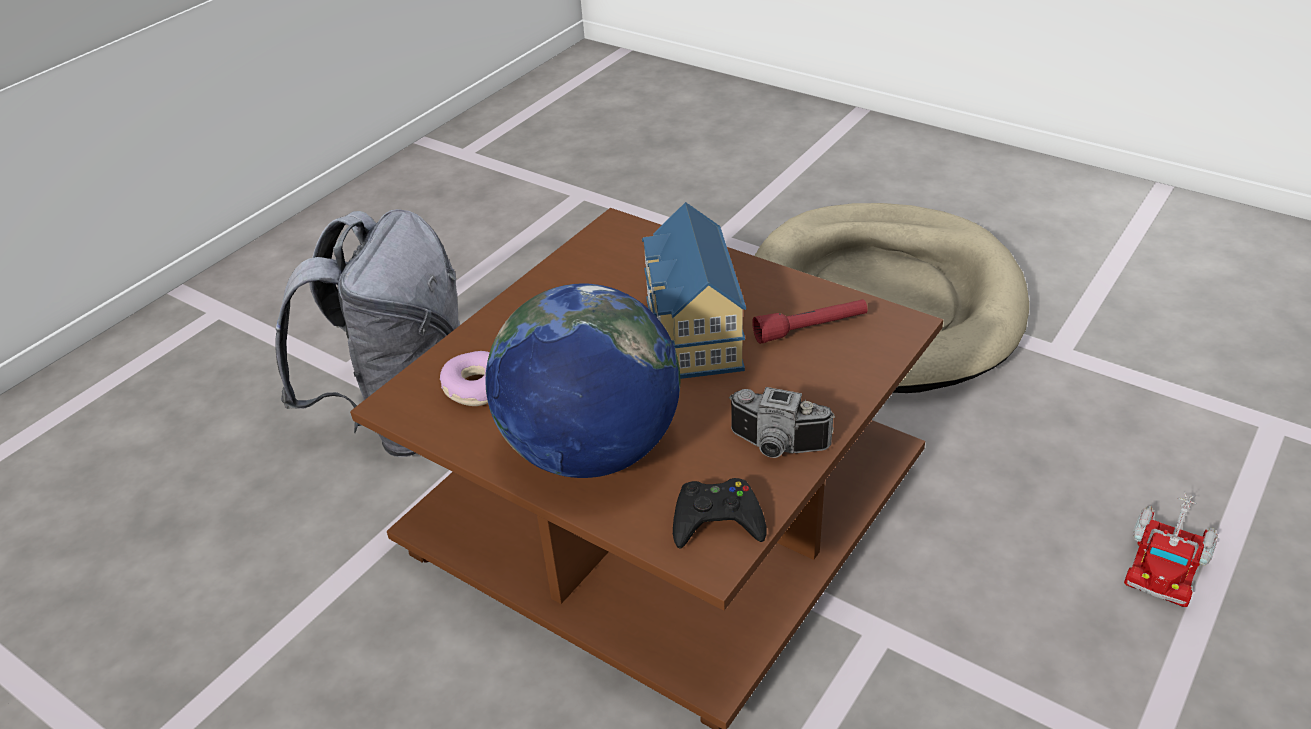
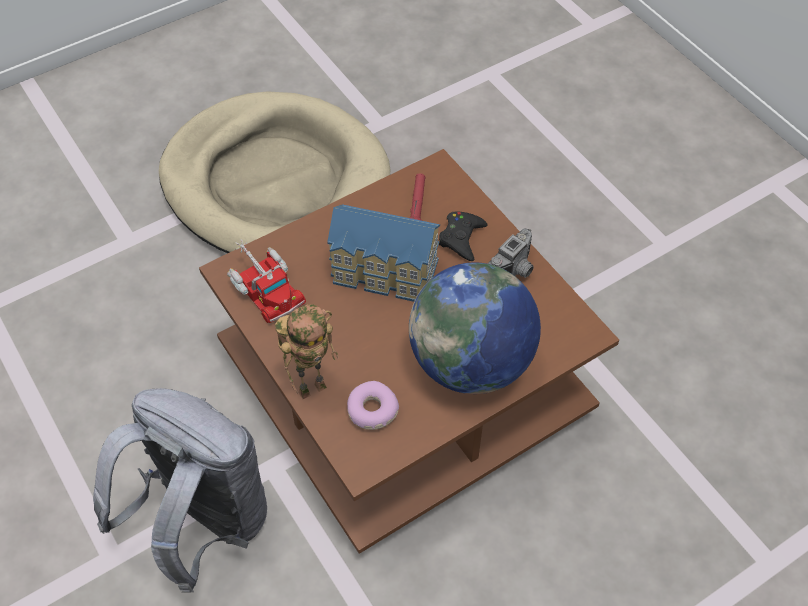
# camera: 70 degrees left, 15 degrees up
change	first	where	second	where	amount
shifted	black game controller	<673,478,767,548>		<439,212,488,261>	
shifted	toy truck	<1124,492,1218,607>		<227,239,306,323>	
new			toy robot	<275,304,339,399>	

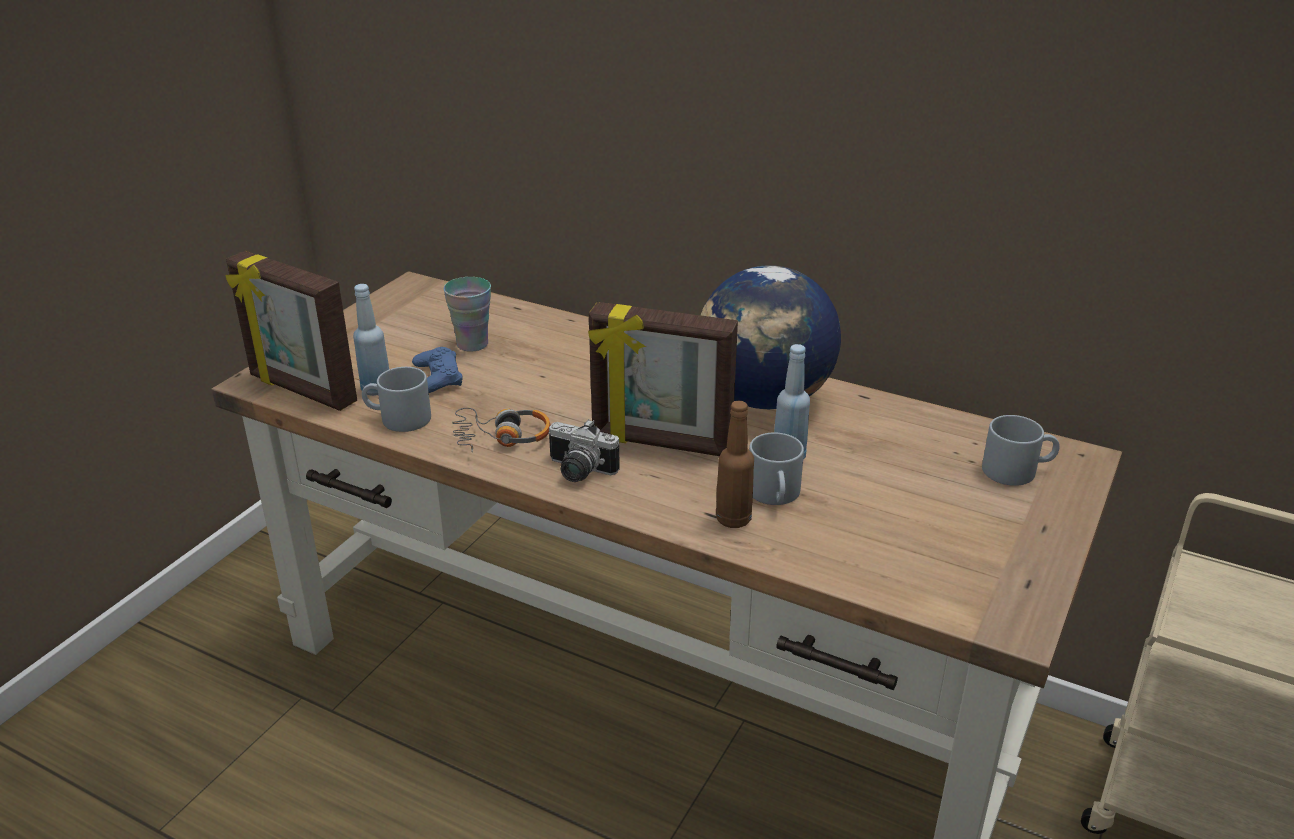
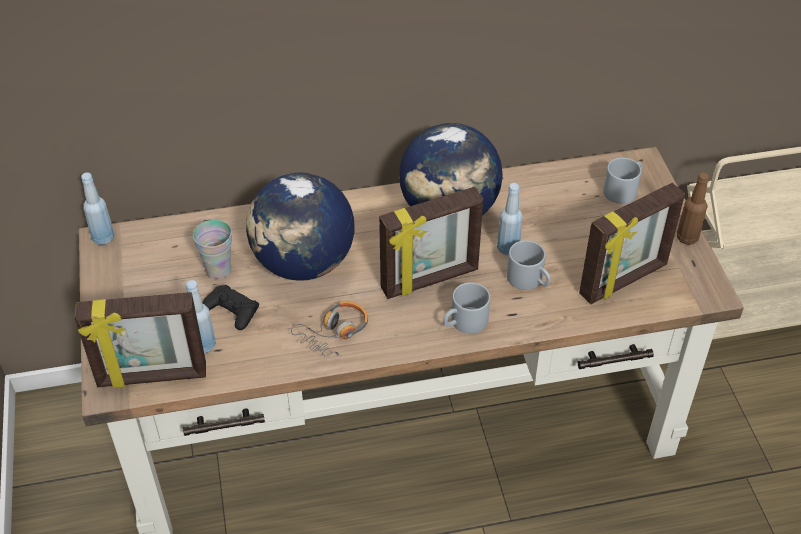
# camera: 40 degrees left, 15 degrees up
change	first	where	second	where	amount
shifted	grey mug	<362,367,431,432>		<443,282,490,334>	
repainted	blue game controller	<412,347,462,393>	black game controller	<202,285,259,330>	
gone	photo camera	<548,419,620,482>			
shifted	brown bottle	<716,401,754,528>		<677,172,709,245>	
new			blue bottle	<81,173,115,245>	
new			globe	<246,172,355,281>	
new			picture frame	<579,183,685,304>	

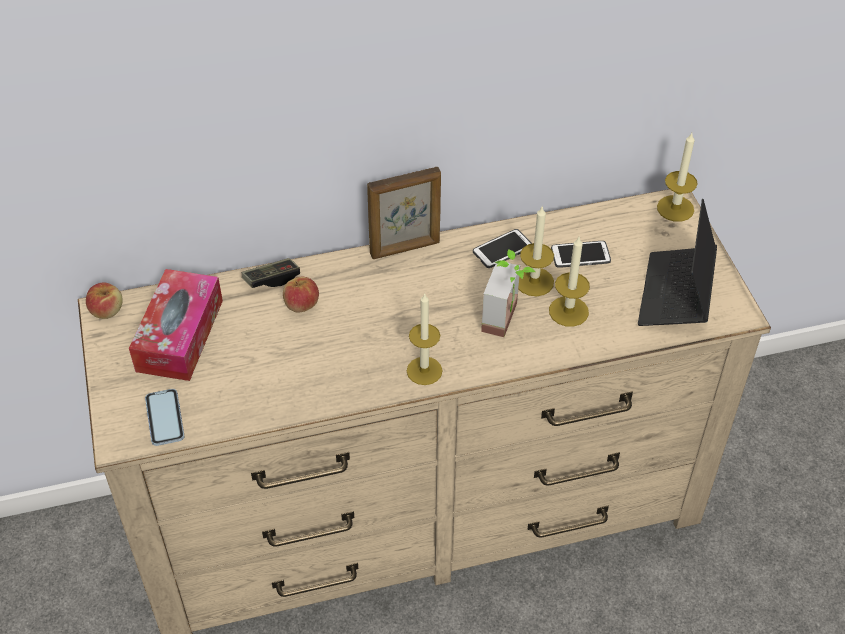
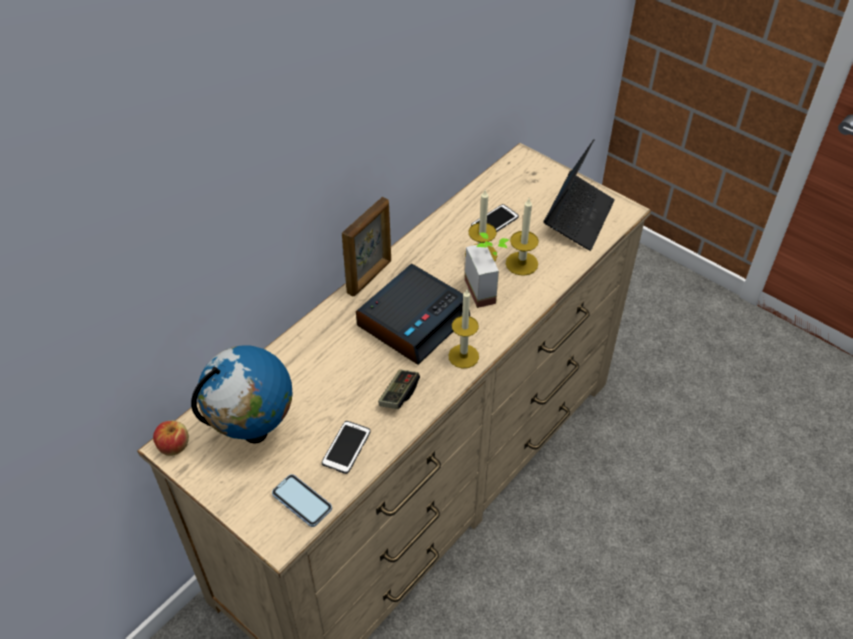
# camera: 35 degrees left, 0 degrees up
change	first	where	second	where	amount
swapped	tissue box	<129,269,223,381>	globe	<191,345,292,444>	
shifted	game controller	<242,258,300,288>		<378,370,420,409>	
gone	apple	<283,277,319,312>			
shifted	phone	<473,229,532,268>		<322,421,371,474>	
rotated	laptop	<638,199,717,326>		<543,139,615,251>	135 degrees counterclockwise
gone	candle	<657,133,698,222>			
new			alarm clock	<356,264,470,365>	

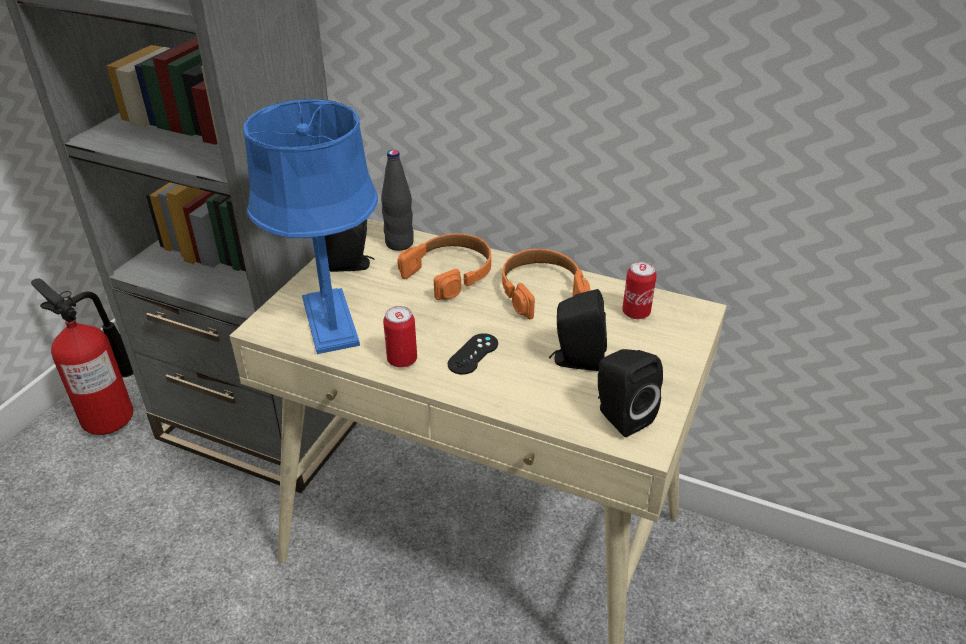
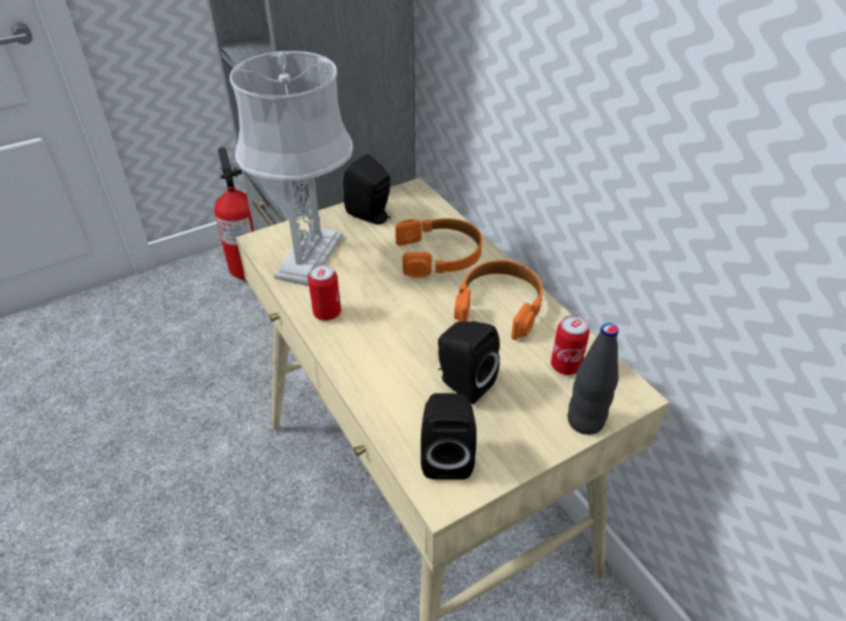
# camera: 35 degrees right, 5 degrees up
change	first	where	second	where	amount
repainted	blue table lamp	<243,99,378,354>	grey table lamp	<230,51,353,286>	
shifted	black bottle	<381,150,414,251>		<568,323,619,435>	
gone	black game controller	<447,333,498,375>			

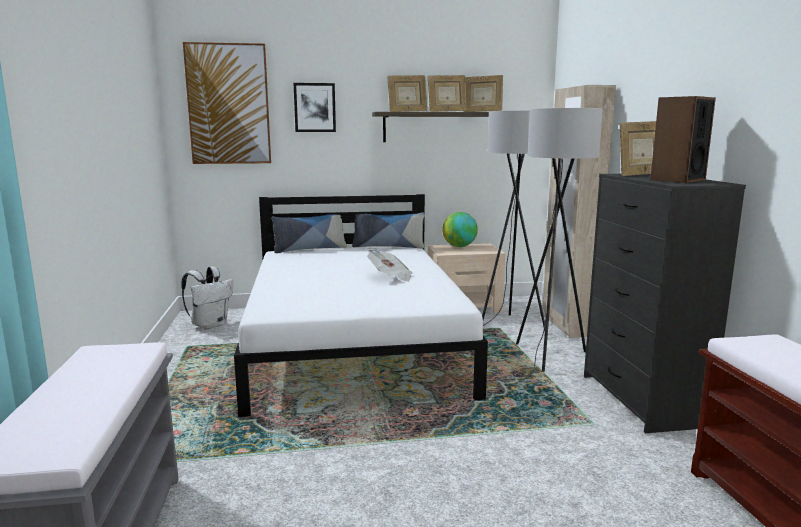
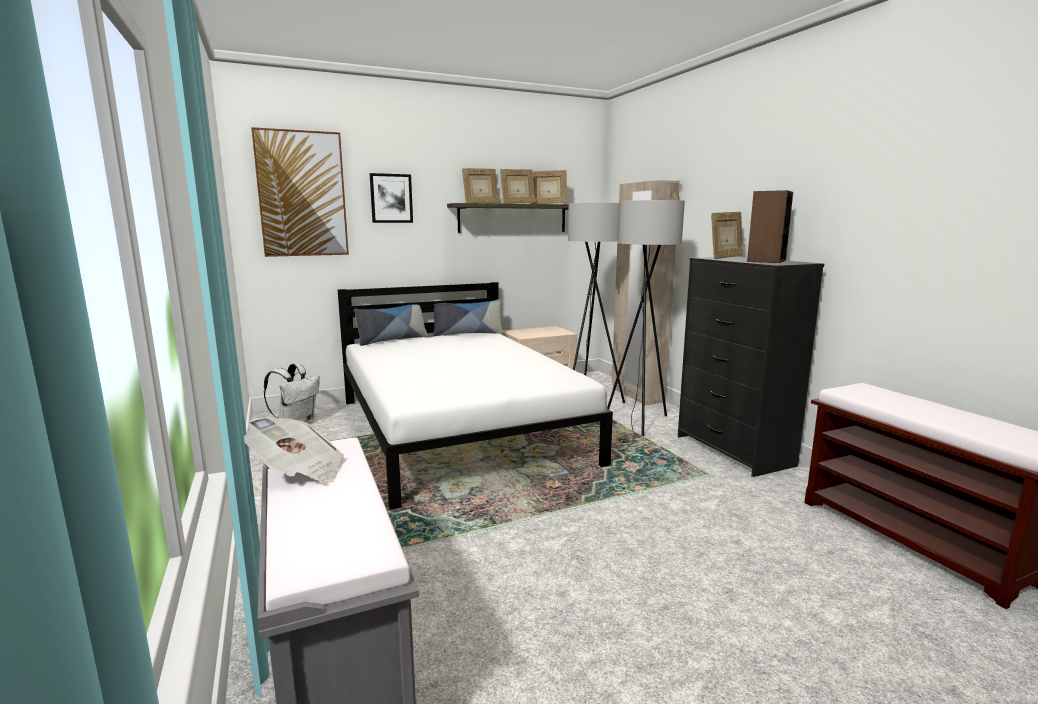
# camera: 15 degrees left, 0 degrees up
change	first	where	second	where	amount
shifted	newspaper	<367,249,413,282>		<244,417,344,483>	
gone	globe	<442,212,478,247>			

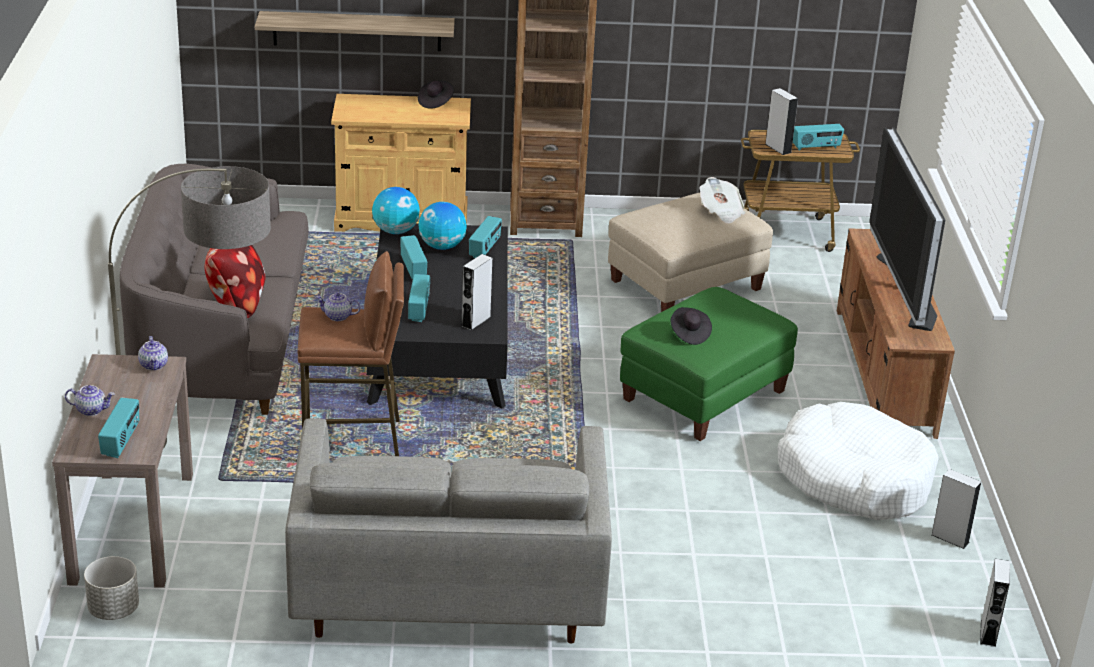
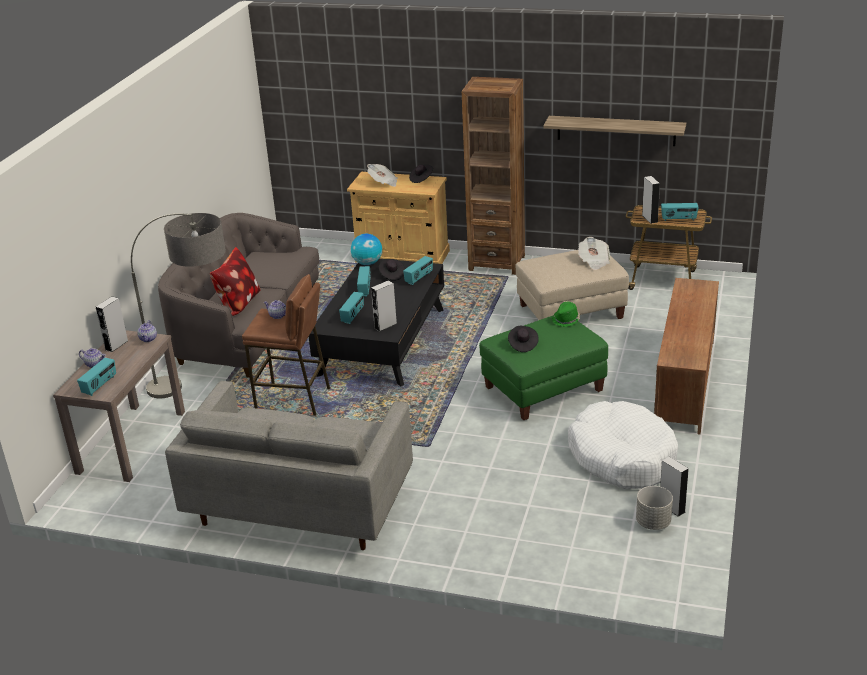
# camera: 20 degrees right, 0 degrees up
change	first	where	second	where	amount
shifted	grey planter	<84,556,139,620>		<636,486,673,530>	
shifted	shelf	<255,11,455,51>		<543,116,686,146>	
swapped	globe	<419,202,467,250>	black hat	<379,259,405,281>	
gone	television	<869,128,945,331>			
shifted	grey speaker	<980,559,1010,647>		<96,297,128,352>	
new			newspaper	<367,164,398,187>	
new			green hat	<552,302,580,327>	

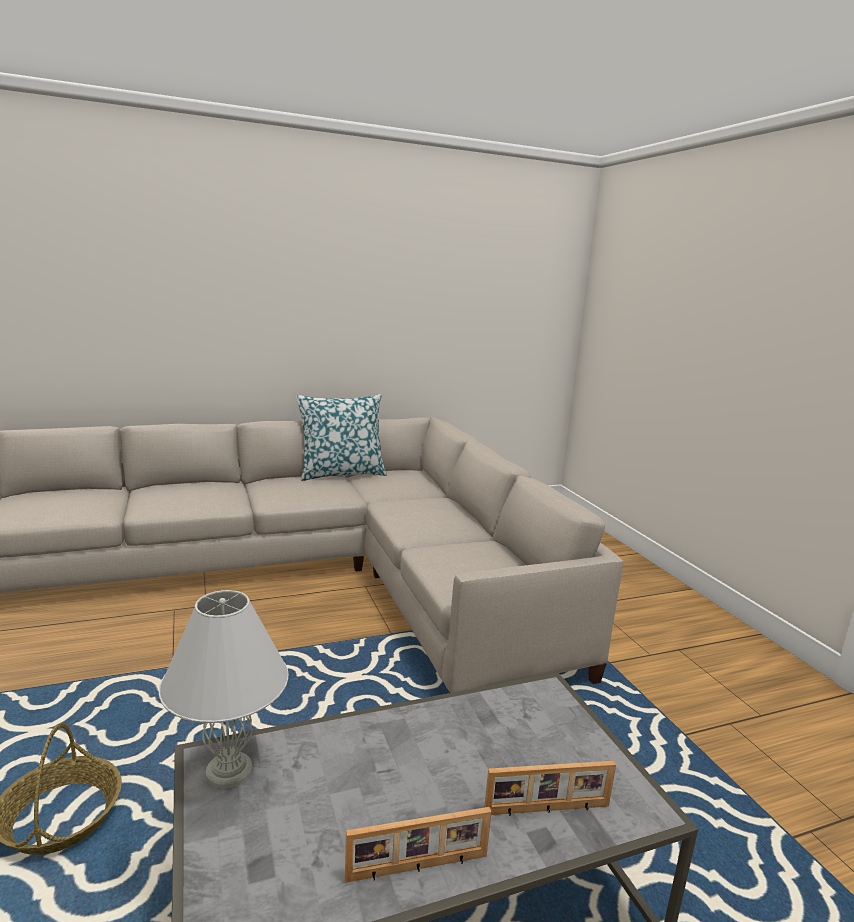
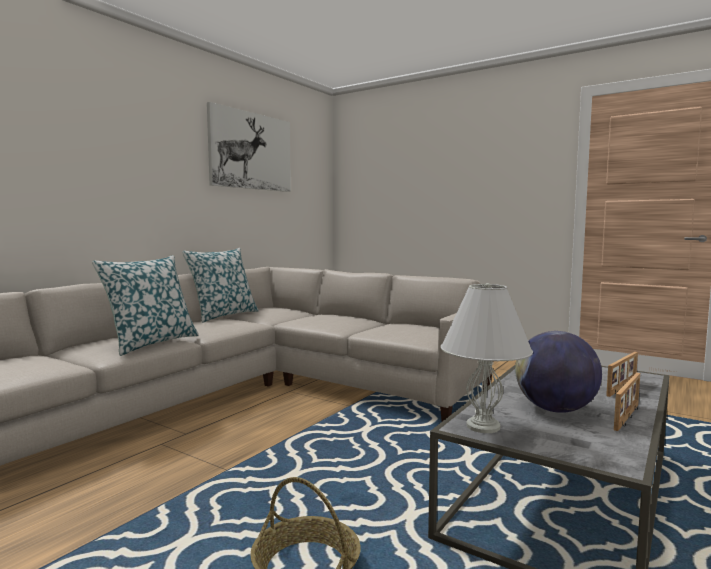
# camera: 35 degrees left, 10 degrees down
change	first	where	second	where	amount
new			pillow	<92,255,199,356>	
new			picture	<207,102,291,192>	
new			globe	<515,331,602,413>	

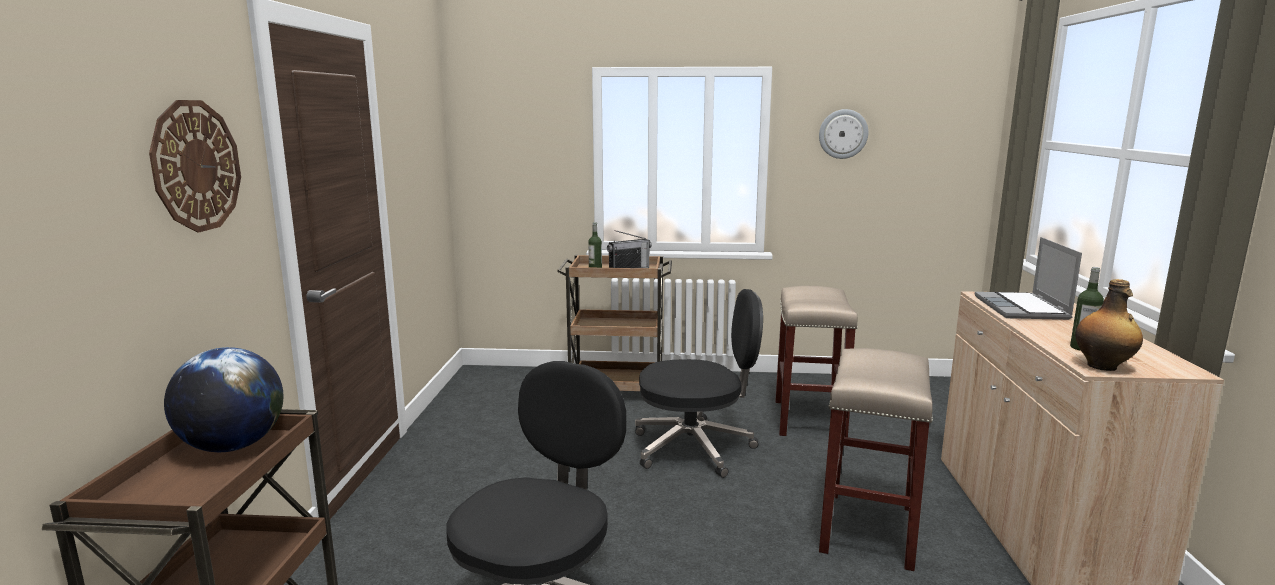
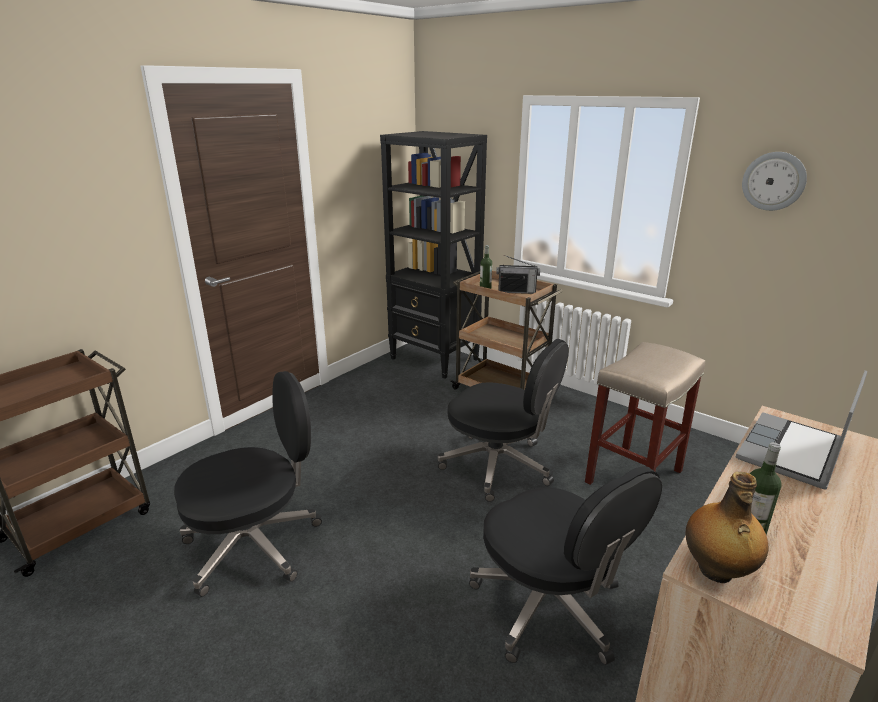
# camera: 35 degrees right, 10 degrees up
change	first	where	second	where	amount
gone	wall clock	<149,100,241,233>			
gone	globe	<164,347,283,452>			
swapped	beige stool	<819,348,933,571>	black office chair	<469,466,662,665>	
new			black bookcase	<380,131,487,379>	

